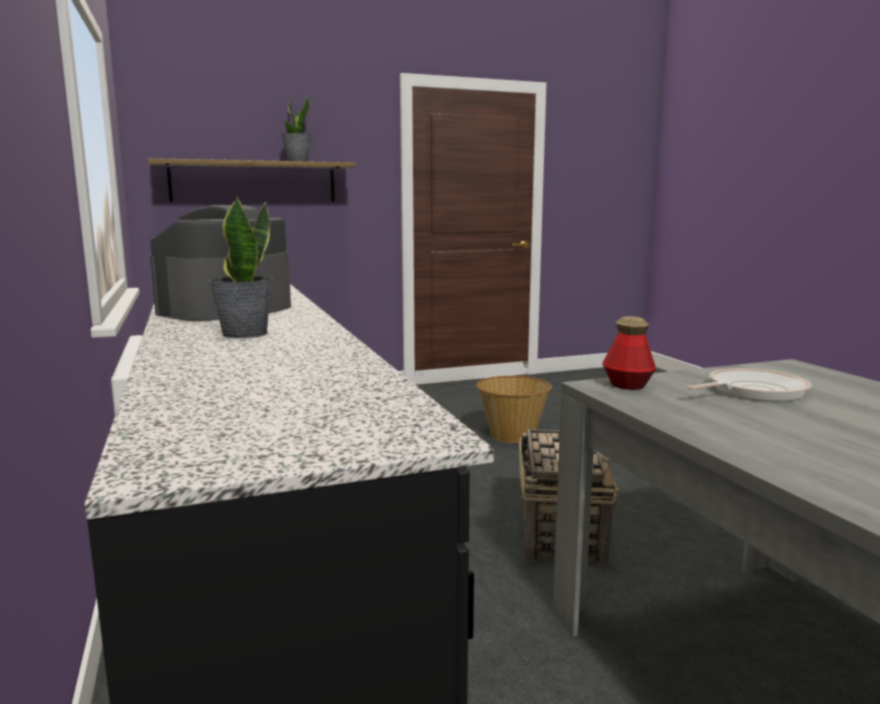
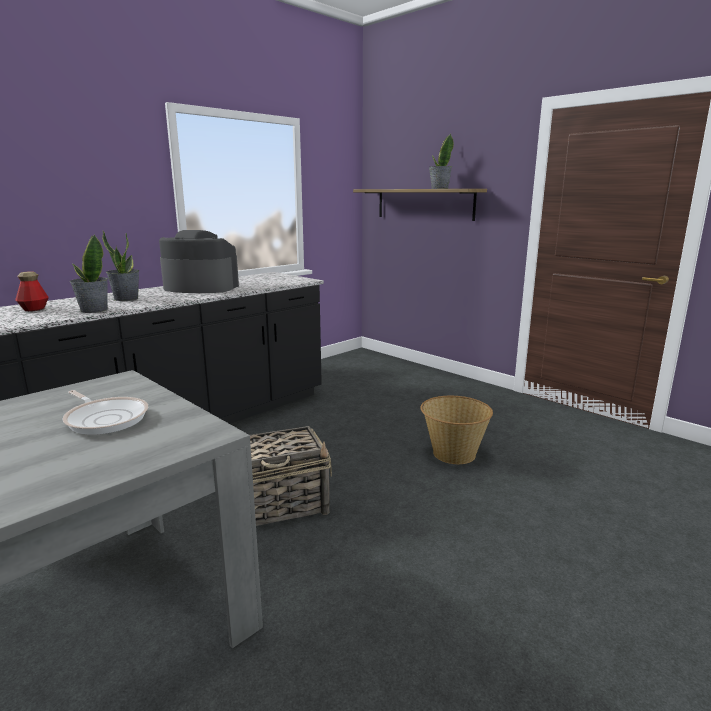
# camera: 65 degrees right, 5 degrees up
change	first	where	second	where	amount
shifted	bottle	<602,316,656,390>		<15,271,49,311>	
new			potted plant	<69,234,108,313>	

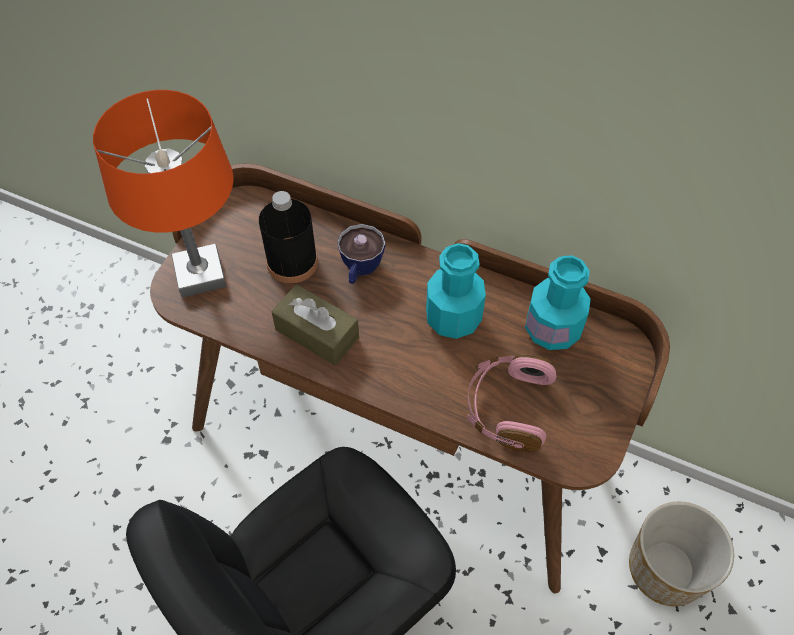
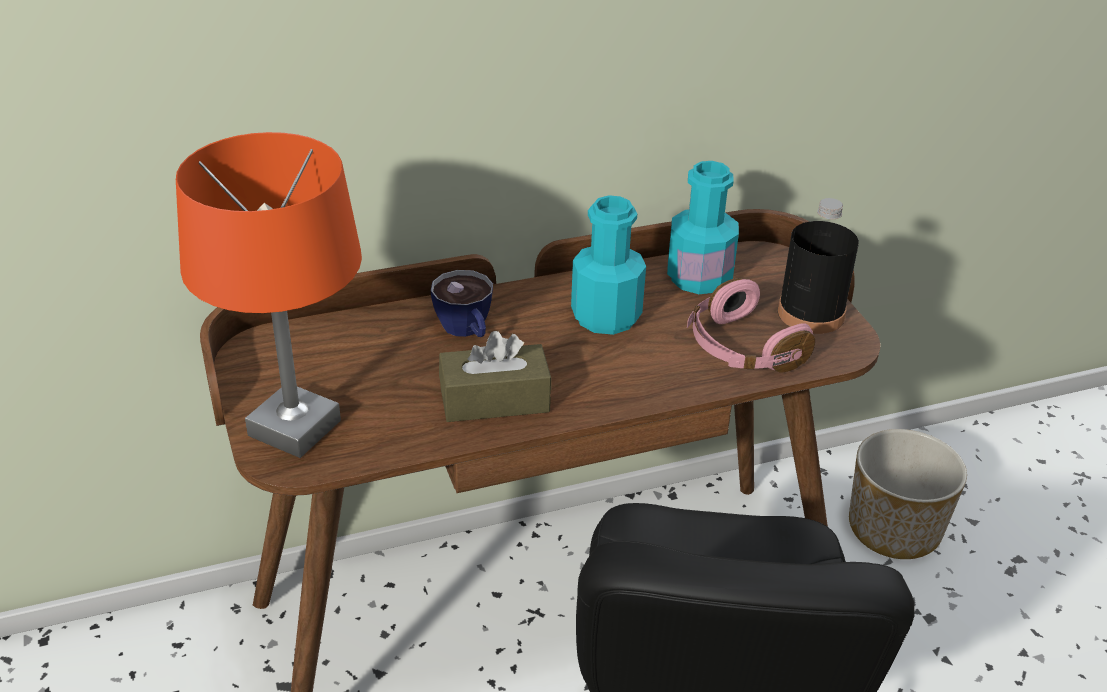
# camera: 45 degrees left, 20 degrees down
change	first	where	second	where	amount
shifted	black bottle	<259,191,318,284>		<778,198,859,334>	

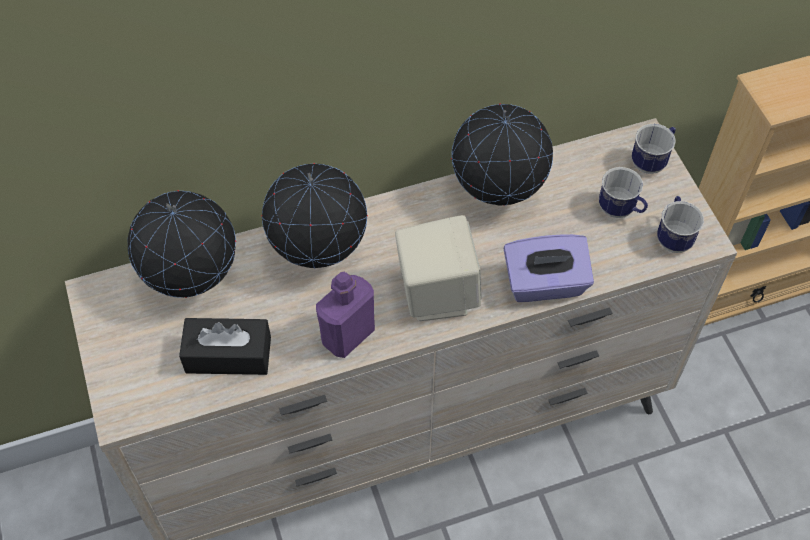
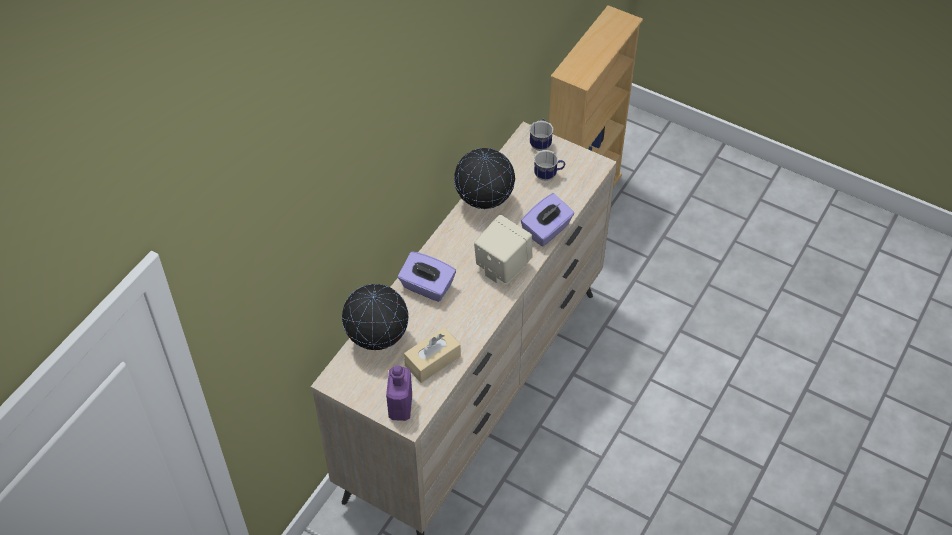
# camera: 40 degrees left, 5 degrees down
change	first	where	second	where	amount
repainted	black tissue box	<179,318,271,375>	beige tissue box	<404,327,461,383>	
swapped	globe	<262,163,368,268>	purple tissue box	<398,252,456,302>	
shifted	purple bottle	<316,272,375,358>		<386,365,412,421>	
gone	mug	<657,196,704,253>			

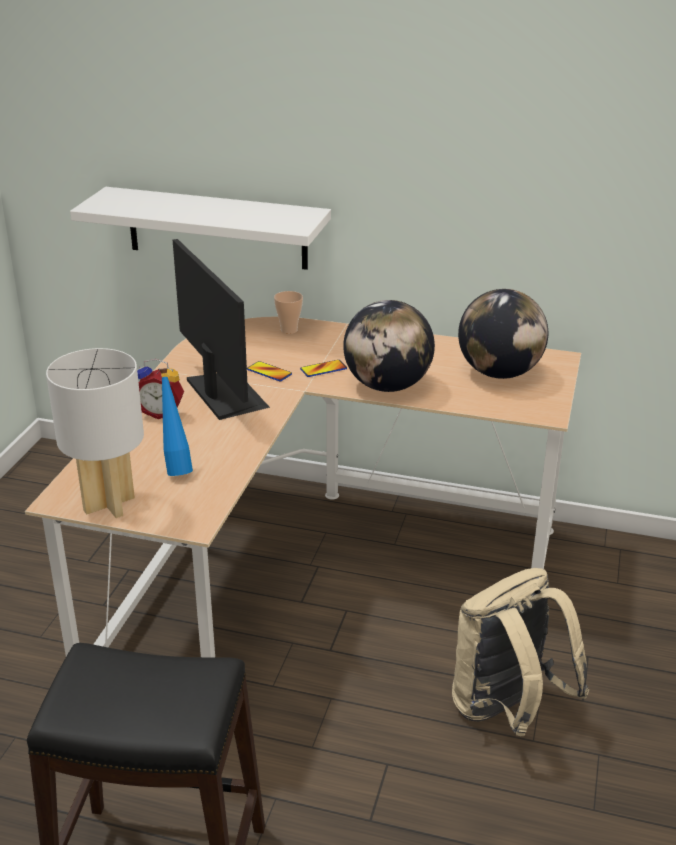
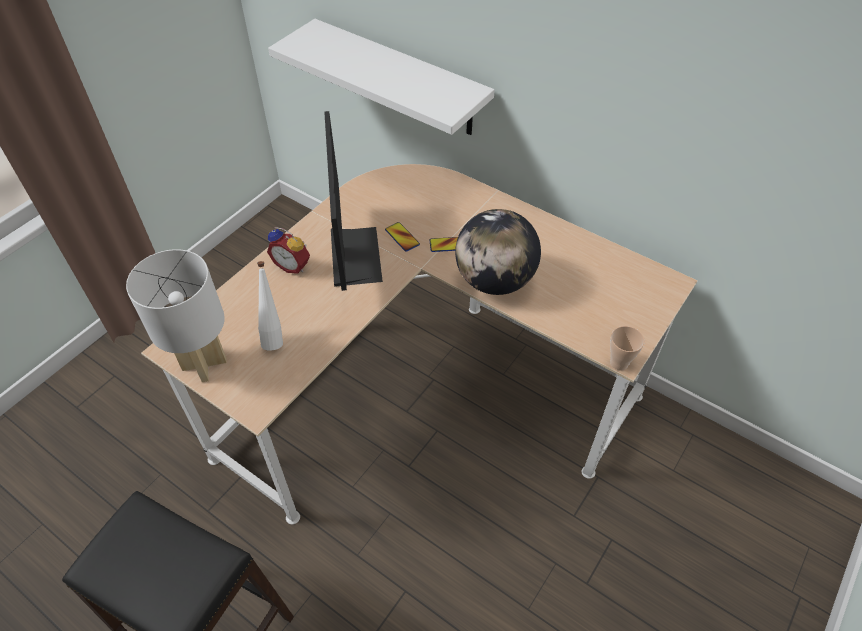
# camera: 20 degrees right, 20 degrees up
change	first	where	second	where	amount
repainted	blue bottle	<159,368,193,476>	white bottle	<257,261,283,351>	
shifted	cup	<274,291,303,334>		<610,326,645,371>	
gone	beige backpack	<452,568,589,736>			
gone	globe	<458,289,548,379>			

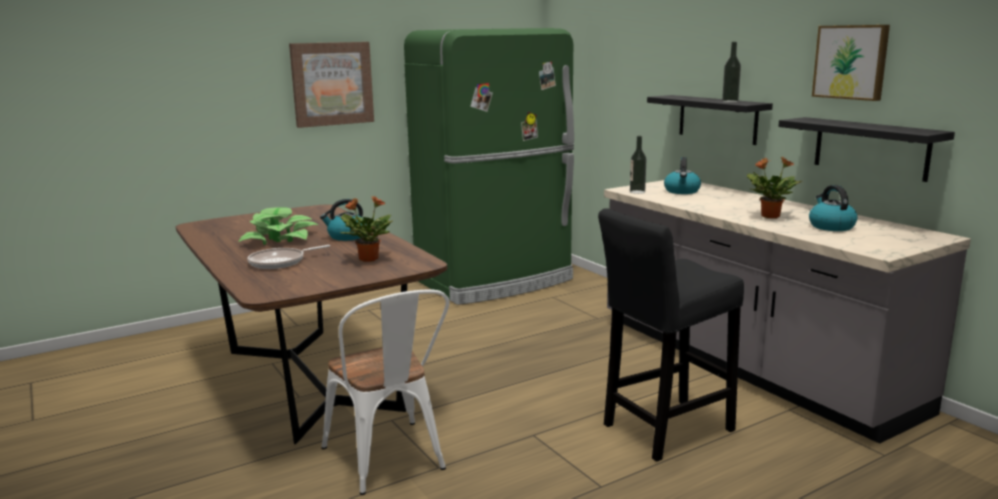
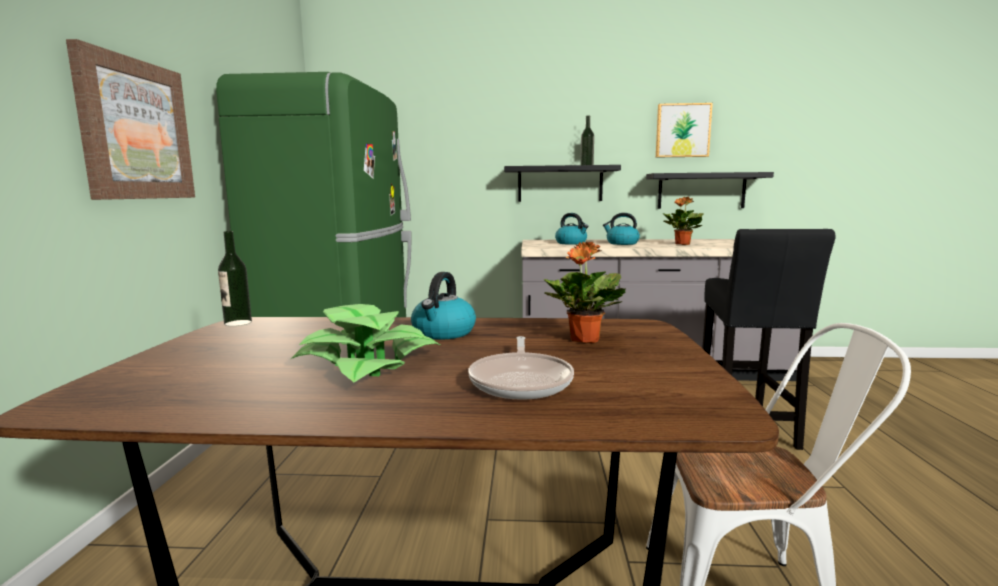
# camera: 55 degrees left, 5 degrees down
change	first	where	second	where	amount
shifted	bottle	<630,136,646,194>		<218,231,252,326>	
shifted	kettle	<809,185,858,231>		<603,213,640,245>	

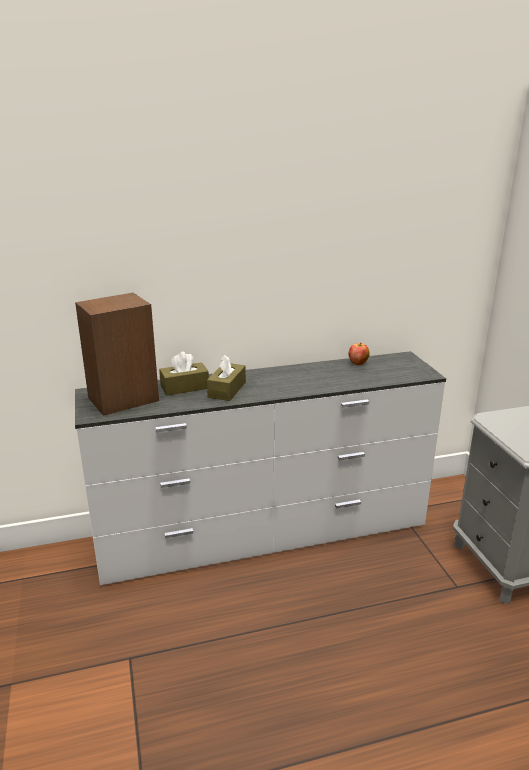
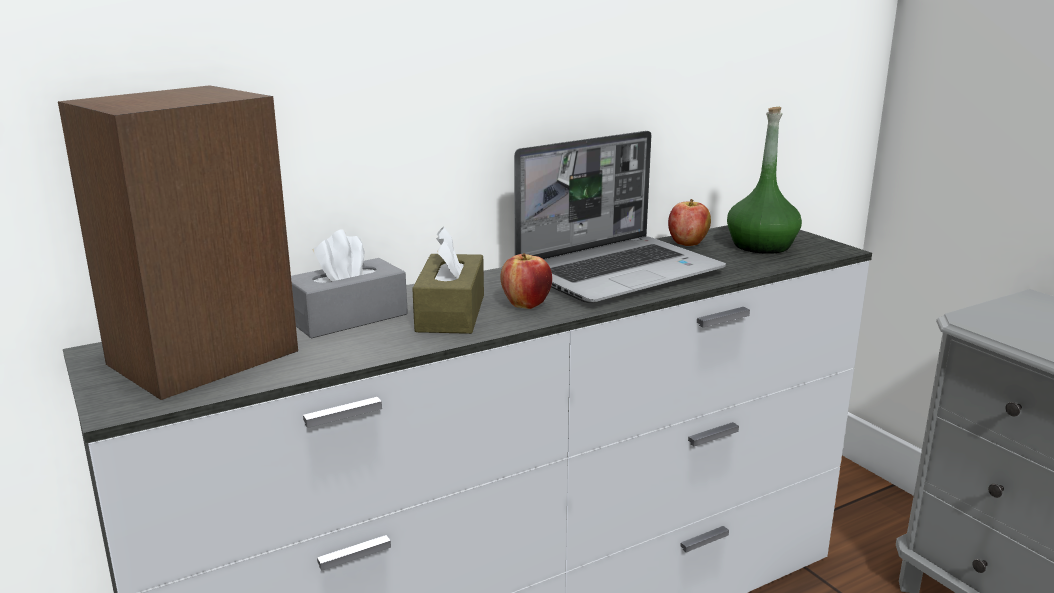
# camera: 15 degrees left, 5 degrees down
change	first	where	second	where	amount
repainted	brown tissue box	<159,352,209,396>	grey tissue box	<291,229,408,338>	
new			apple	<500,253,552,309>	
new			laptop	<514,131,726,303>	
new			green bottle	<727,107,802,254>	

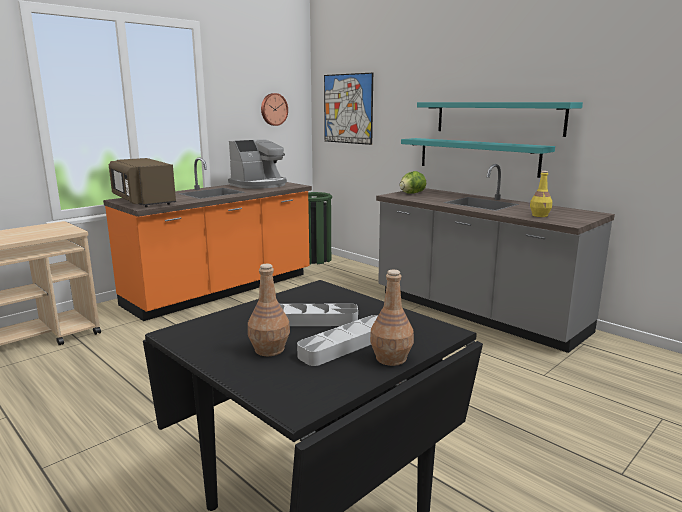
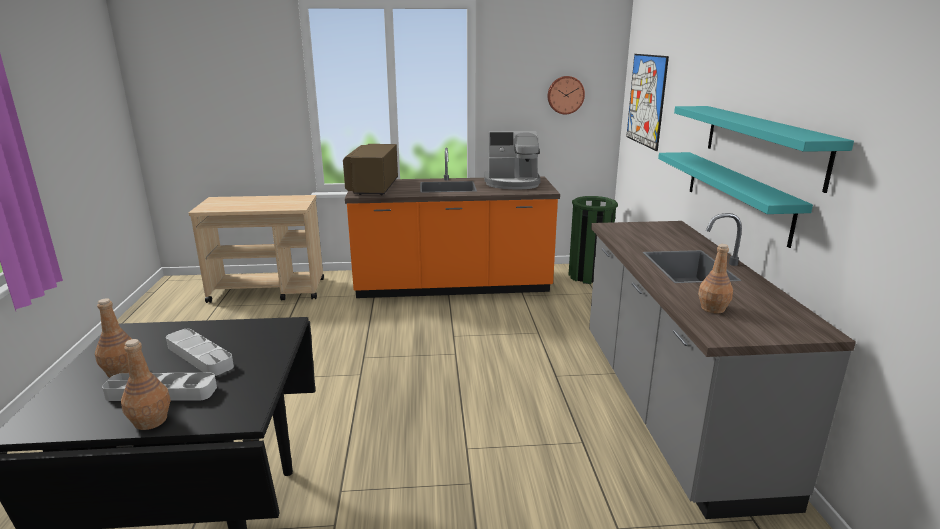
# camera: 40 degrees right, 5 degrees up
change	first	where	second	where	amount
gone	lettuce	<400,171,426,194>			
repainted	yellow bottle	<530,171,552,217>	brown bottle	<698,244,733,314>	

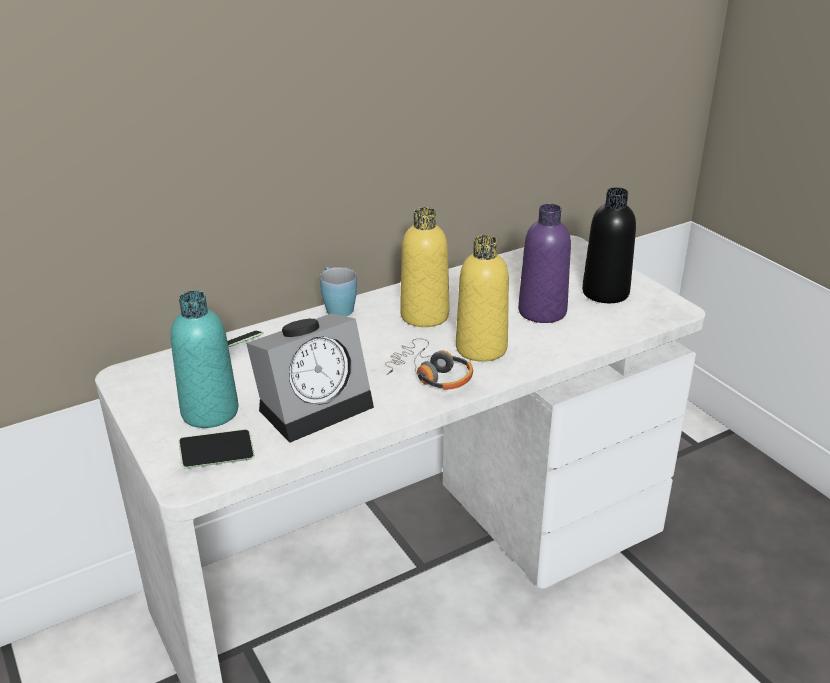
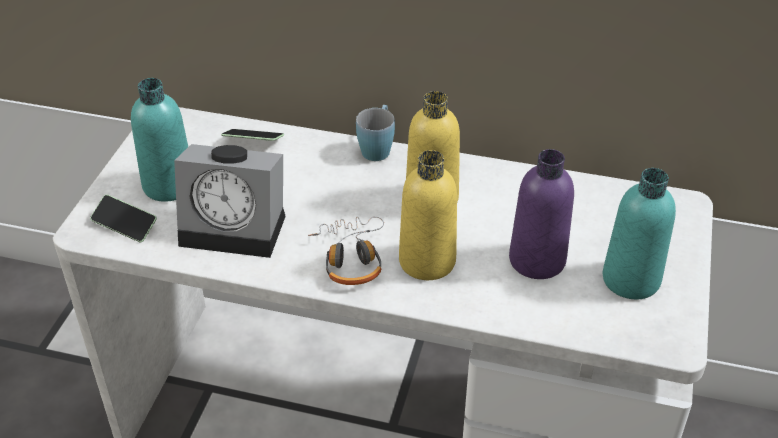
# camera: 45 degrees right, 10 degrees up
change	first	where	second	where	amount
repainted	black bottle	<582,187,636,303>	turquoise bottle	<603,168,676,299>	

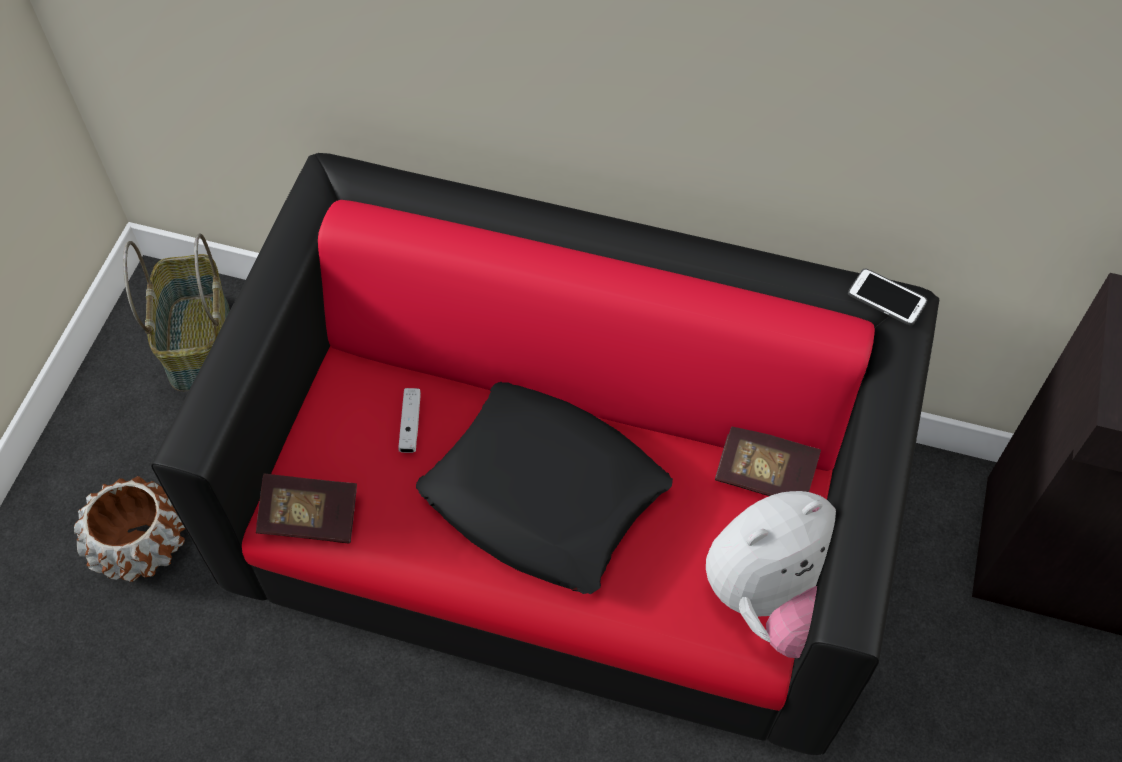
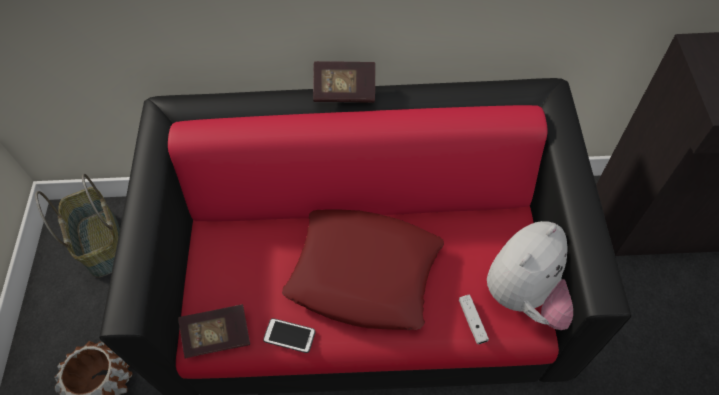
# camera: 15 degrees left, 0 degrees up
change	first	where	second	where	amount
shifted	white game controller	<398,388,421,453>		<459,295,489,344>	
repainted	black pillow	<416,382,673,594>	red pillow	<282,210,444,331>	
shifted	book	<715,427,821,496>		<313,61,375,103>	
shifted	phone	<848,269,927,326>		<263,318,316,353>	

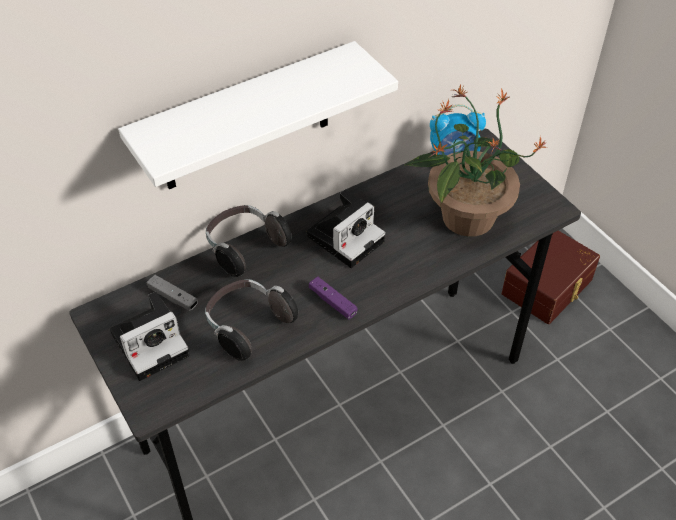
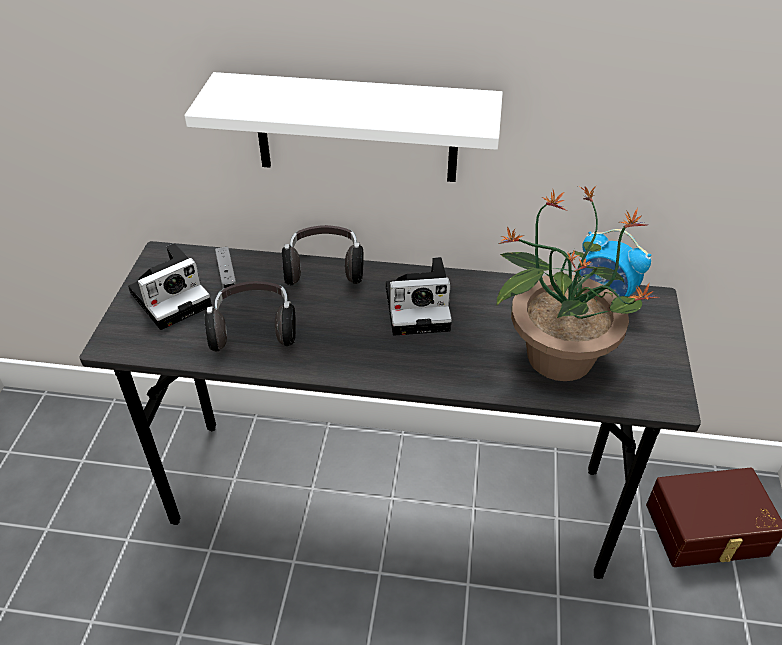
# camera: 40 degrees right, 5 degrees down
change	first	where	second	where	amount
rotated	photo camera	<110,292,190,381>		<128,243,212,330>	45 degrees counterclockwise
gone	purple game controller	<309,277,357,319>			

